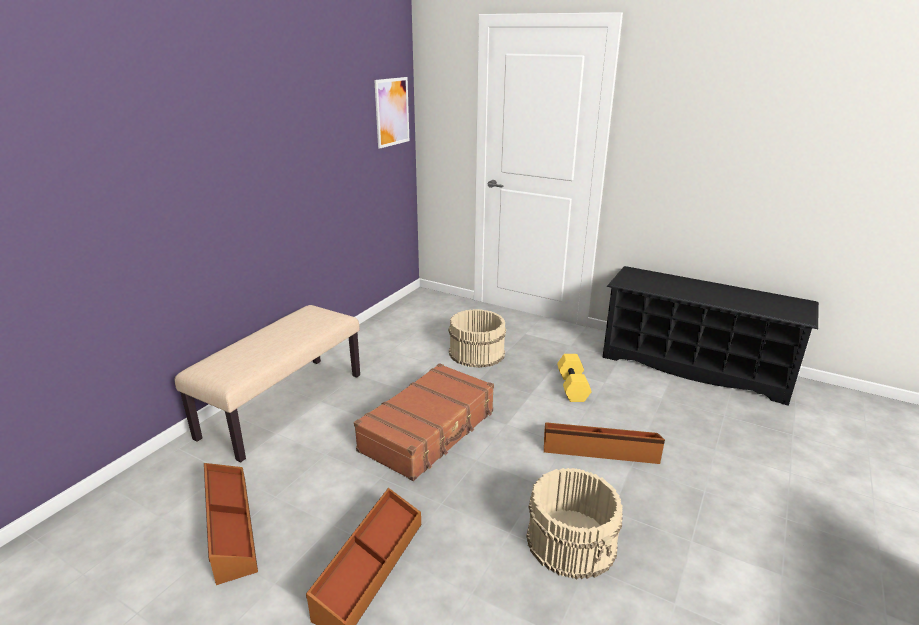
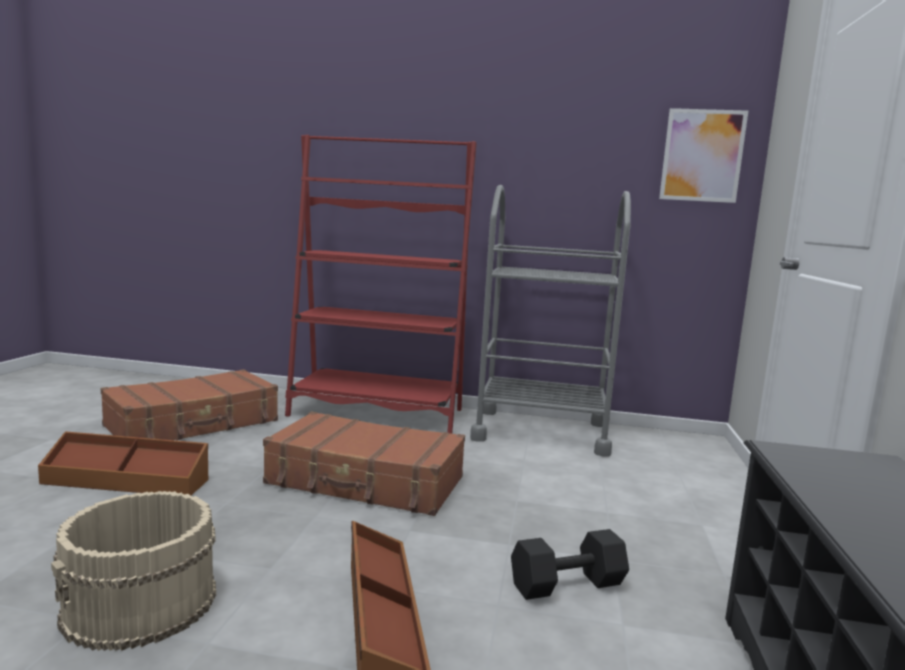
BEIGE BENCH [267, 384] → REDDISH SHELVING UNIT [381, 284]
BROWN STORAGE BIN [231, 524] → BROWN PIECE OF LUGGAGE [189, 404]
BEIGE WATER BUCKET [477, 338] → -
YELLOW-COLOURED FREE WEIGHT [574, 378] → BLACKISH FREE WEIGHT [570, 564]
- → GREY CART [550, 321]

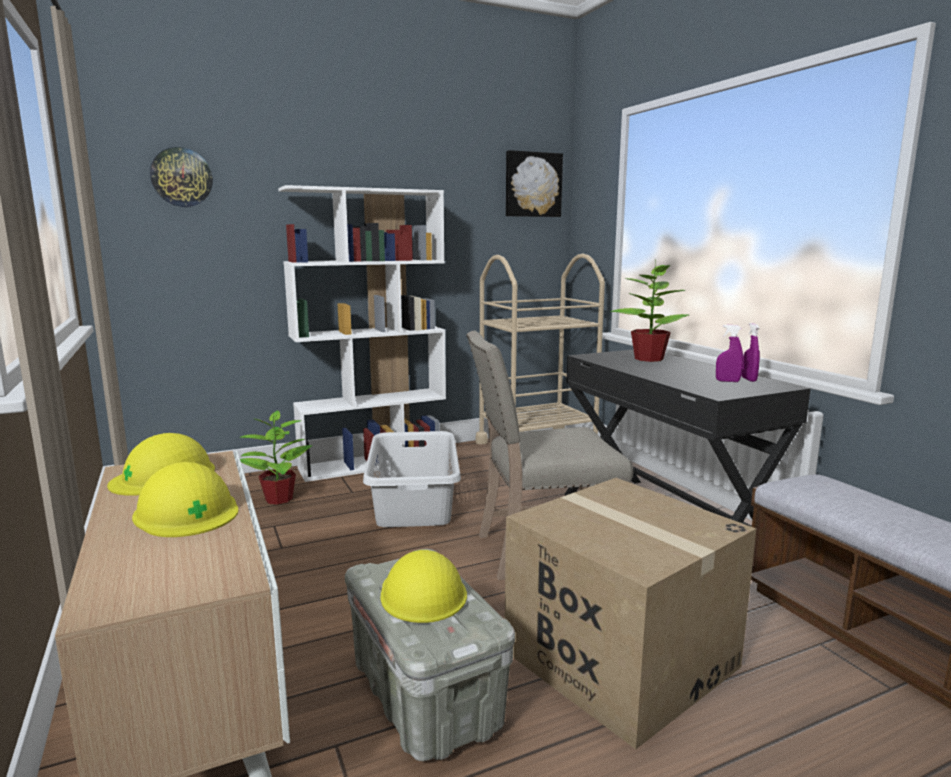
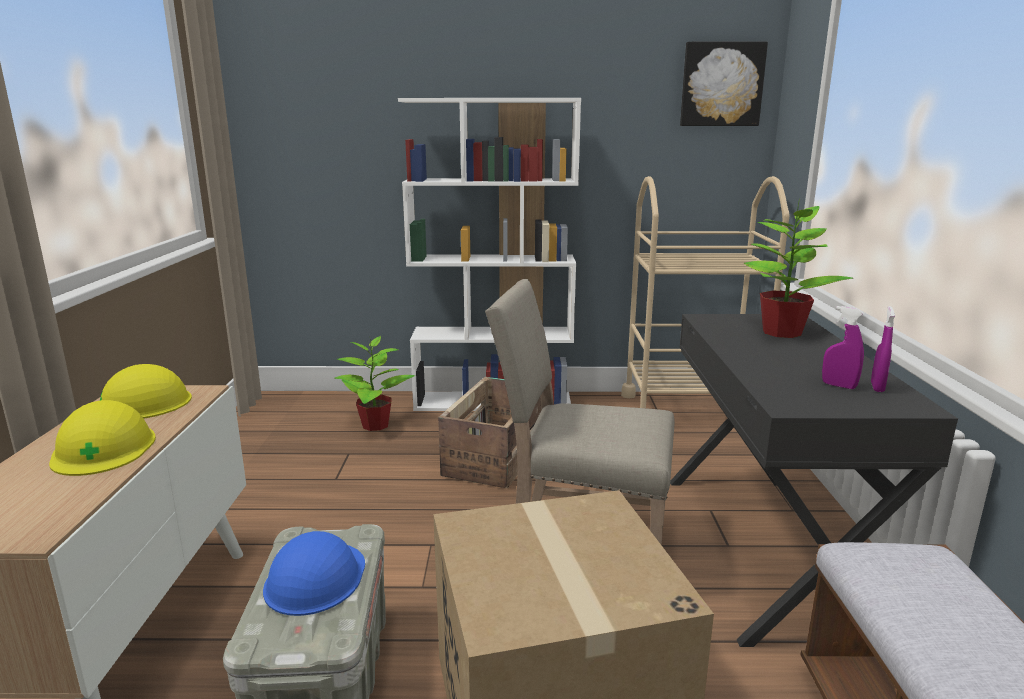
WALL CLOCK [181, 177] → -
GREY WASHING BASKET [412, 479] → PACKING CRATE [489, 433]
YELLOW-COLOURED WORK HELMET [424, 586] → BLUISH WORK HELMET [314, 573]

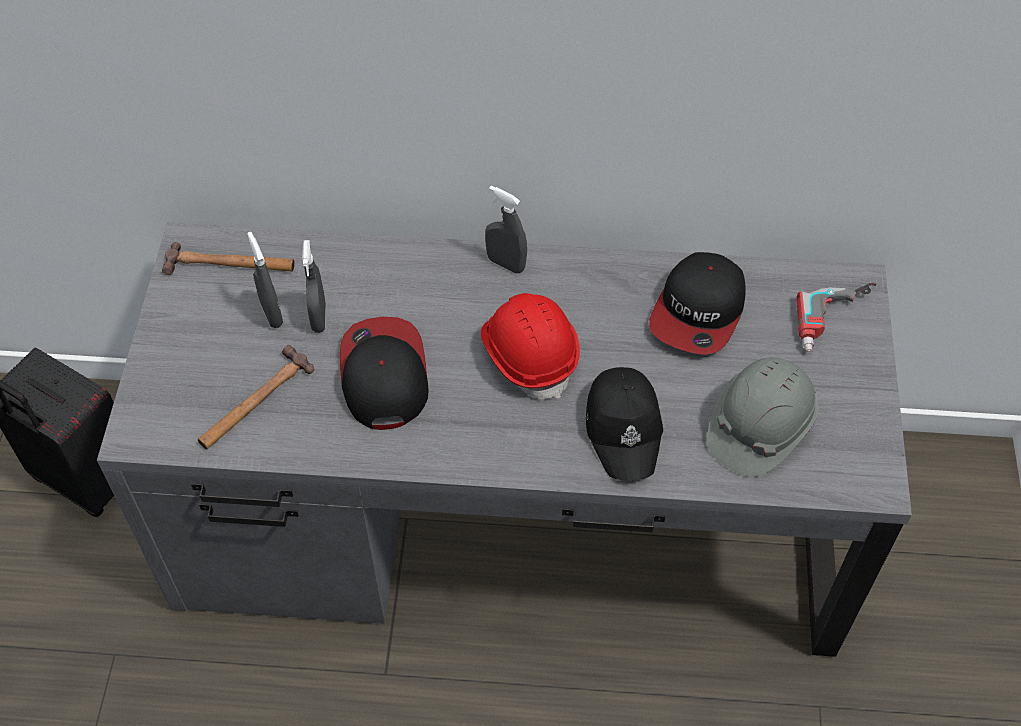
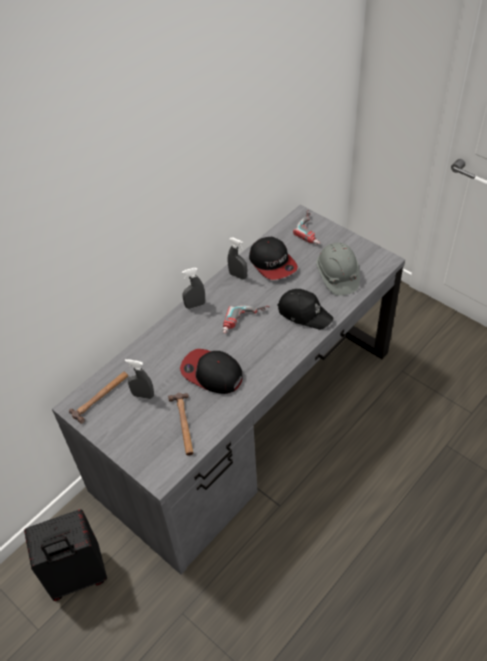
GREY SPRAYER [314, 286] → GREY SPRAYER [237, 258], move
REDDISH WORK HELMET [530, 346] → DRILL [246, 319]

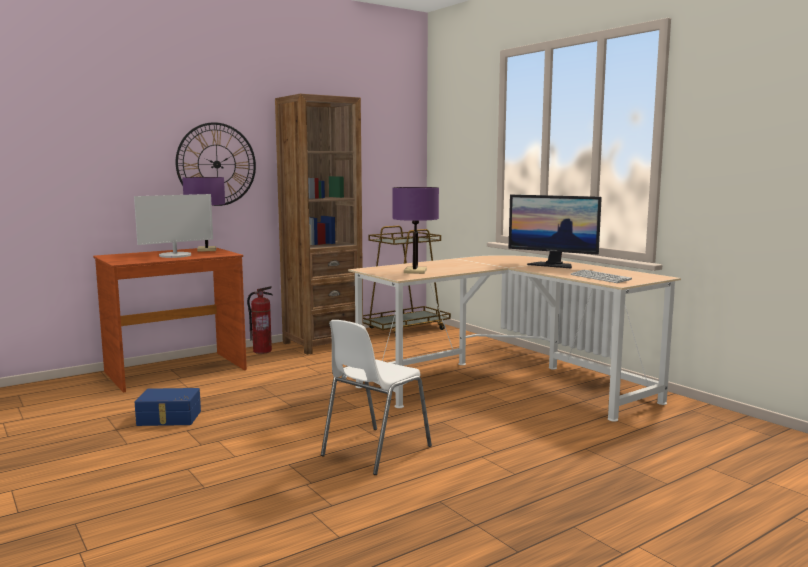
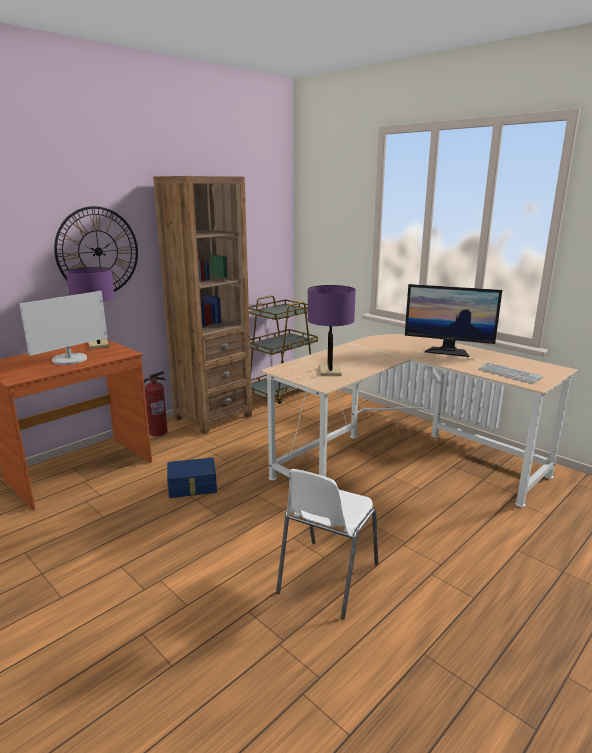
BLUISH STORAGE BIN [168, 407] → BLUISH STORAGE BIN [192, 477], move

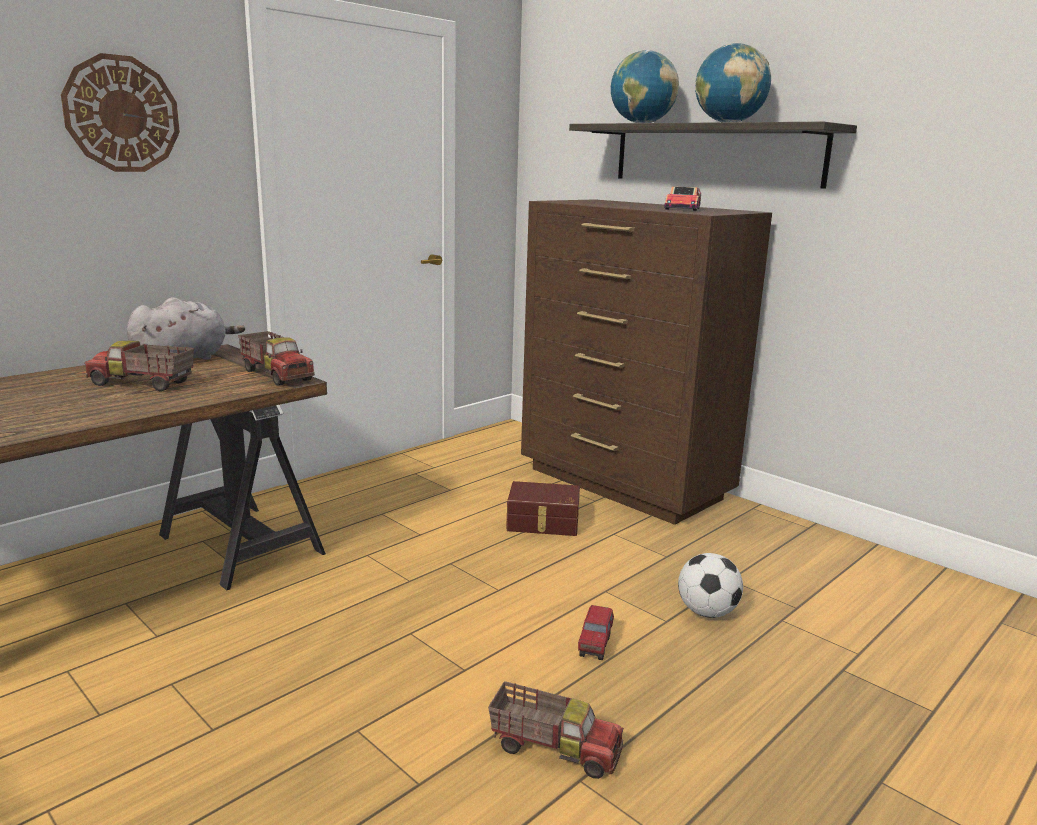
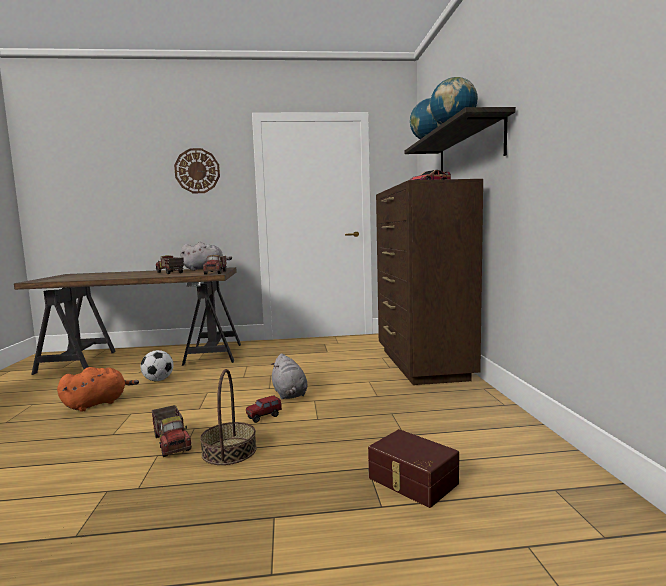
BROWN STORAGE BIN [543, 508] → BROWN STORAGE BIN [413, 468], move
FOOTBALL [710, 585] → FOOTBALL [157, 365], move
- → ORANGE-COLOURED SOFT TOY [98, 389]
- → STORAGE BASKET [228, 417]
- → GREY SOFT TOY [289, 376]

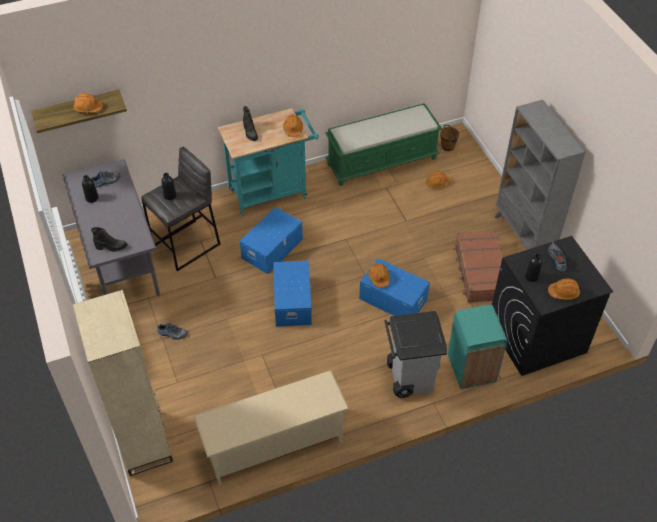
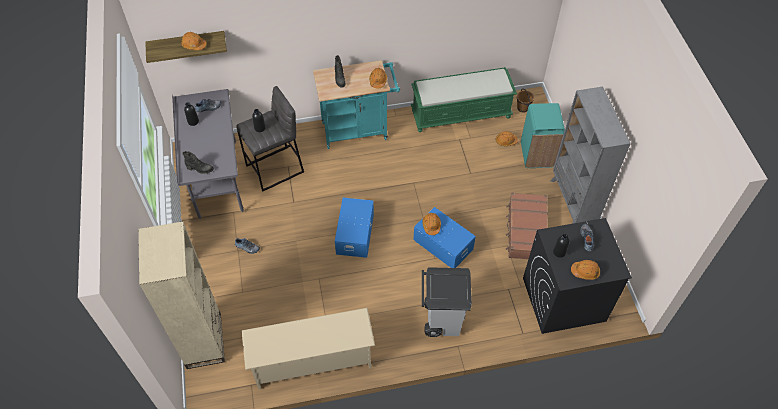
BLUISH STORAGE BIN [271, 240] → -
TURQUOISE RUBBISH BIN [477, 347] → TURQUOISE RUBBISH BIN [543, 135], move

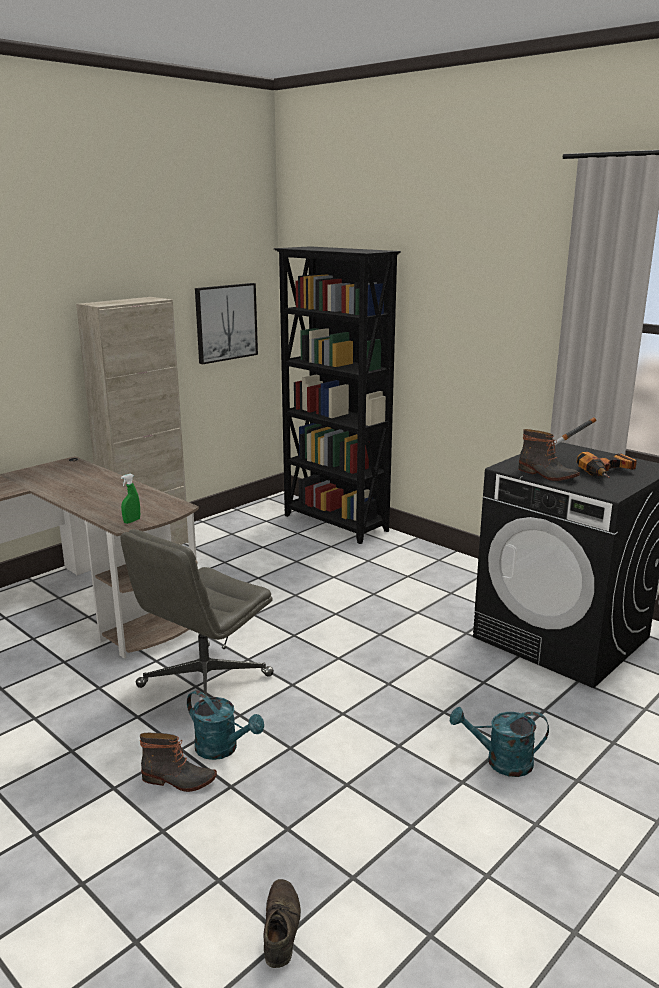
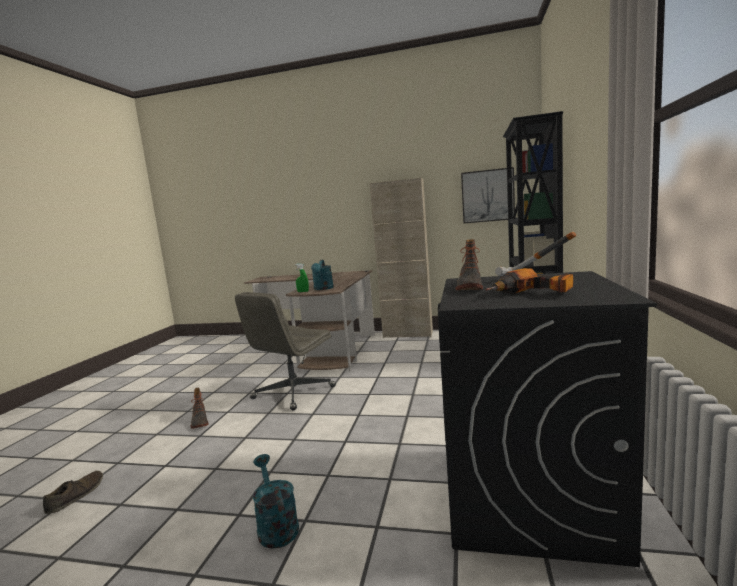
GREY DESK CHAIR [197, 612] → GREY DESK CHAIR [285, 351], 60 degrees counterclockwise
TURQUOISE WATERING CAN [225, 725] → TURQUOISE WATERING CAN [322, 275], move
BROWN SHOE [282, 923] → BROWN SHOE [73, 492], 45 degrees counterclockwise

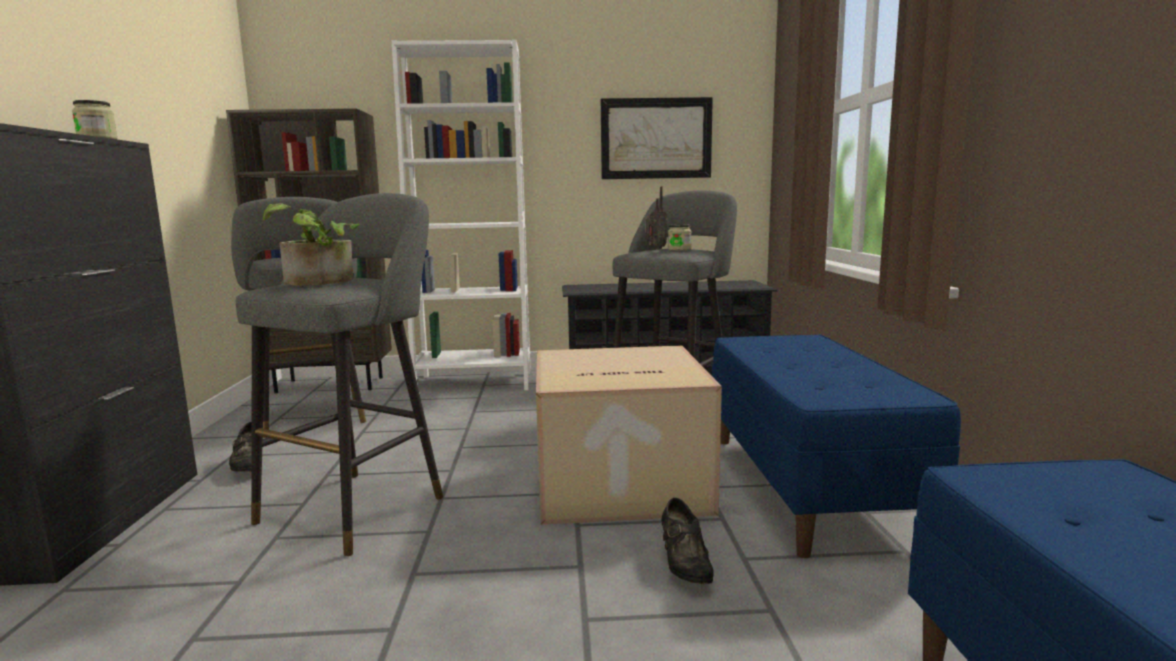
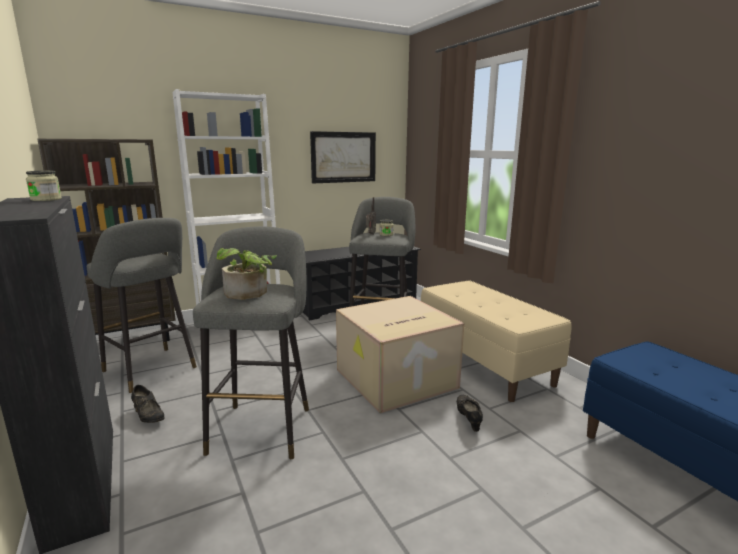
BLACKISH SHOE [687, 541] → BLACKISH SHOE [470, 413], 150 degrees counterclockwise
BLUISH BENCH [836, 446] → BEIGE BENCH [496, 341]

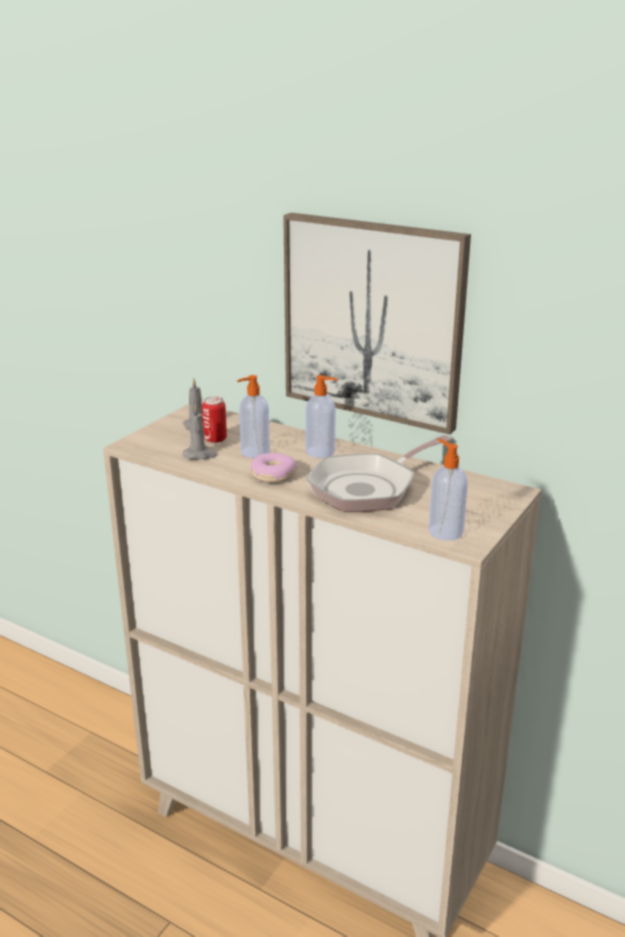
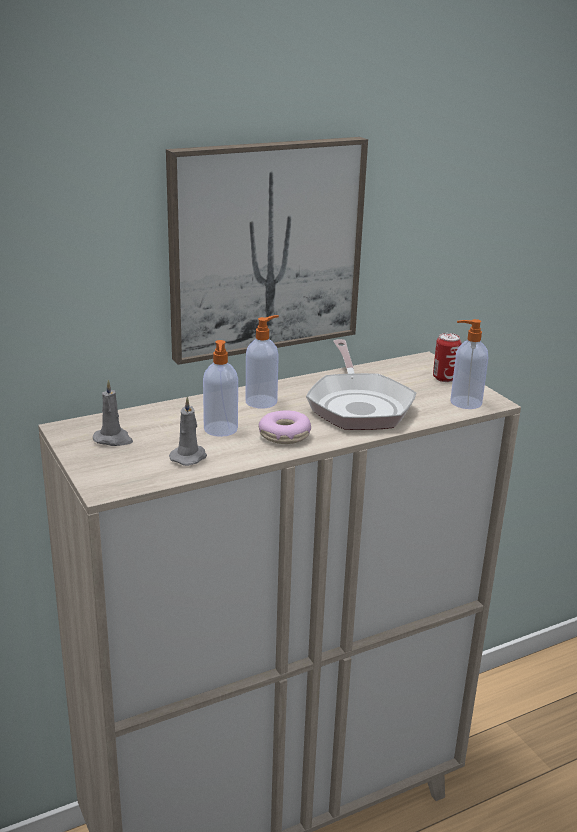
SEALED CAN [214, 419] → SEALED CAN [447, 357], move

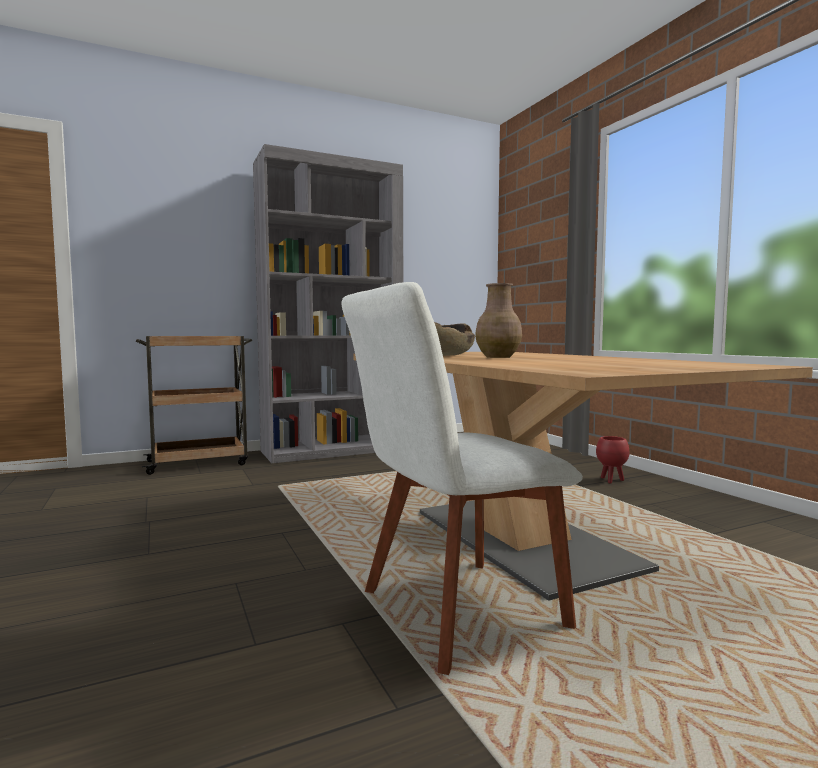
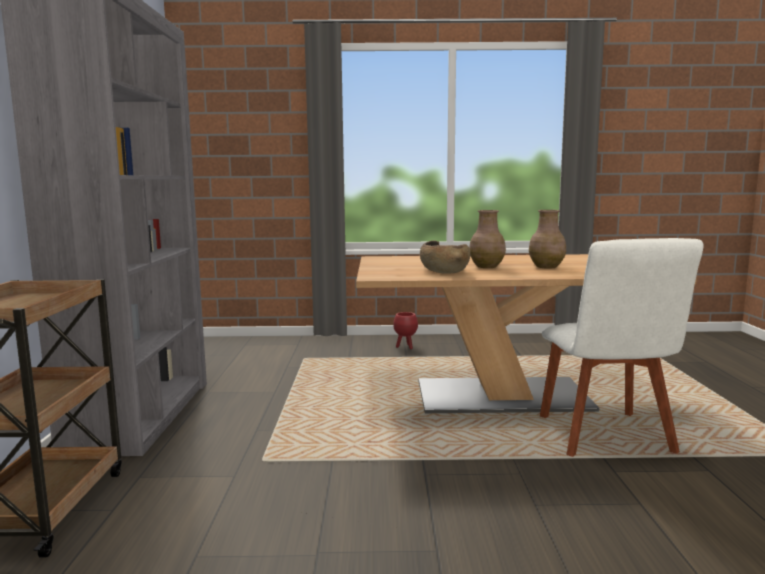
- → BROWN DECORATIVE VASE [547, 239]

